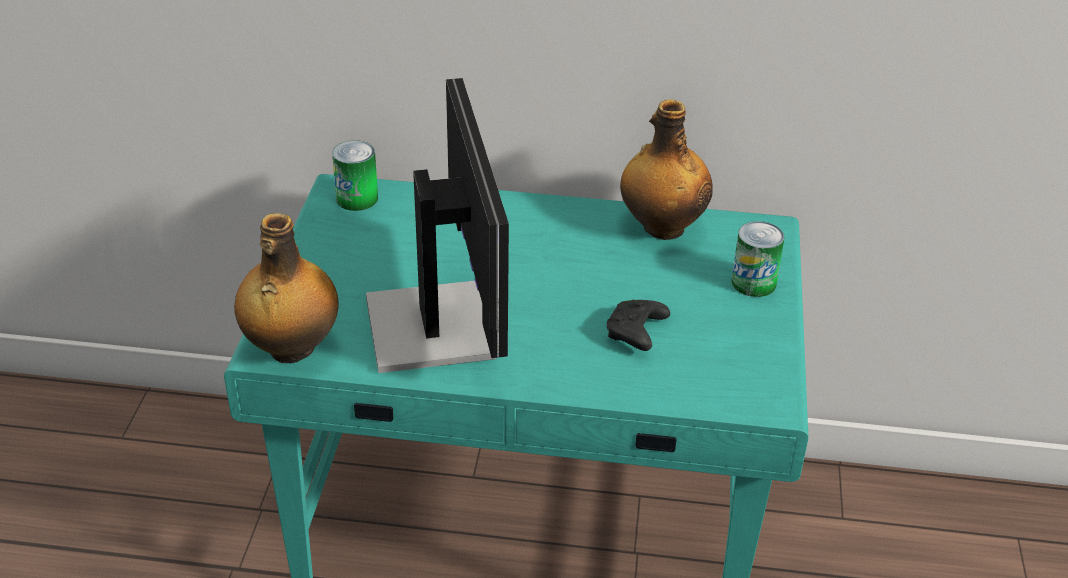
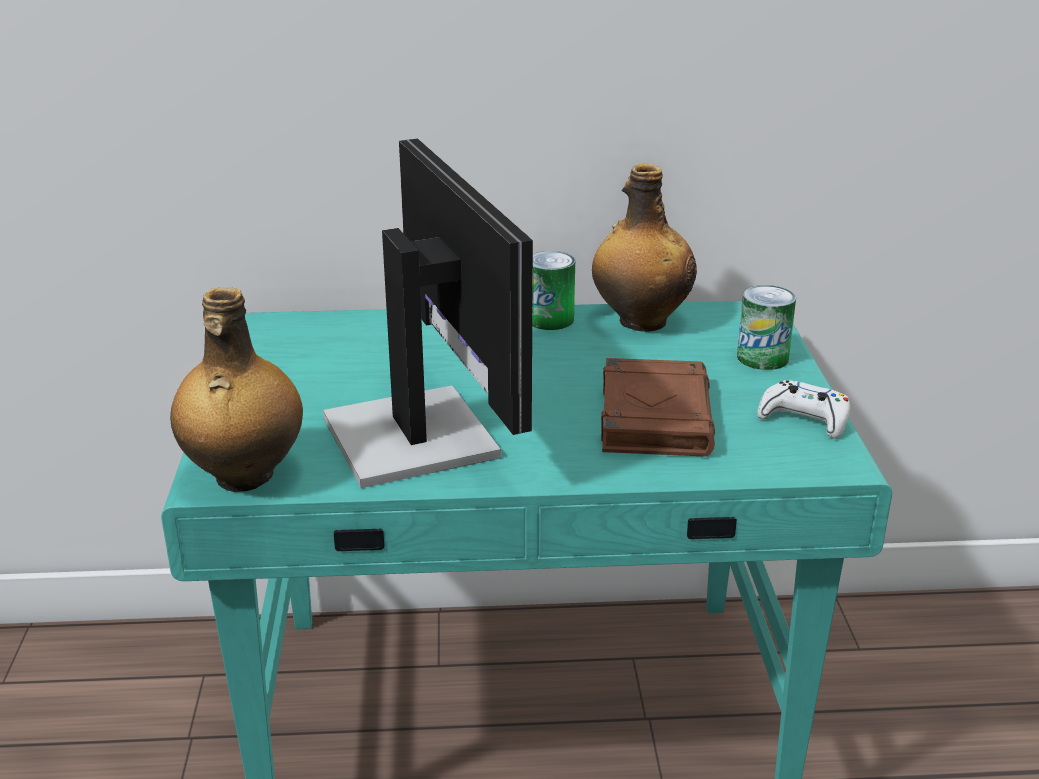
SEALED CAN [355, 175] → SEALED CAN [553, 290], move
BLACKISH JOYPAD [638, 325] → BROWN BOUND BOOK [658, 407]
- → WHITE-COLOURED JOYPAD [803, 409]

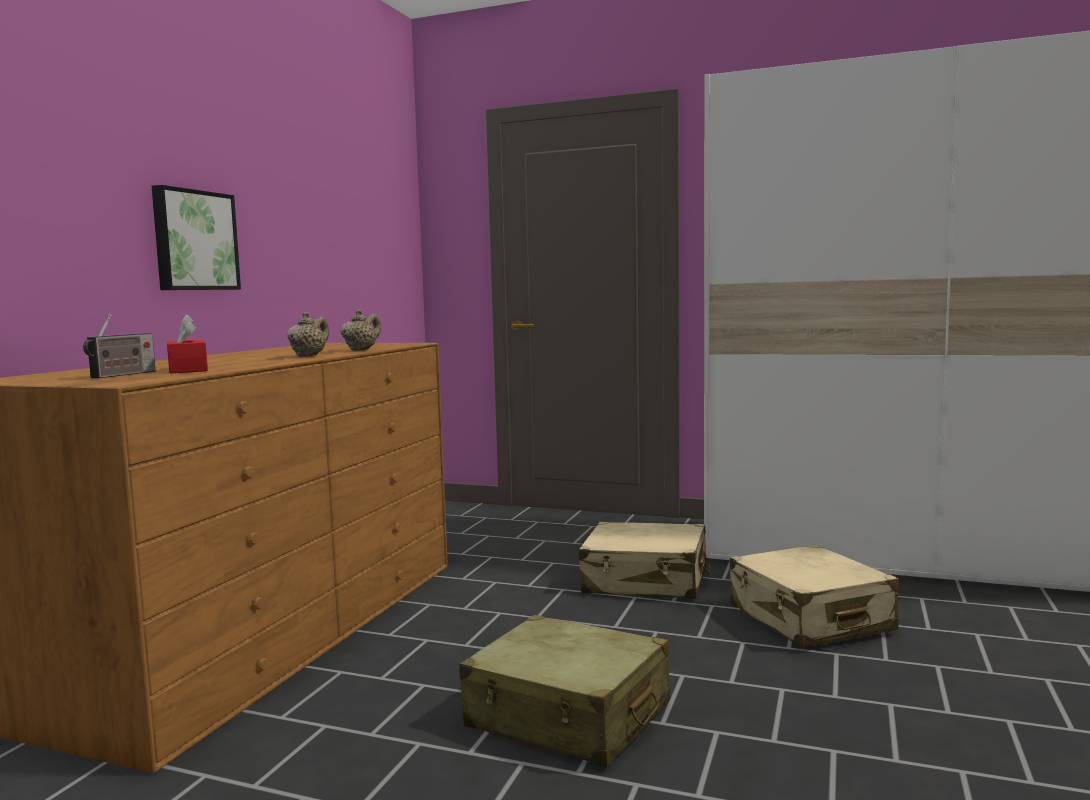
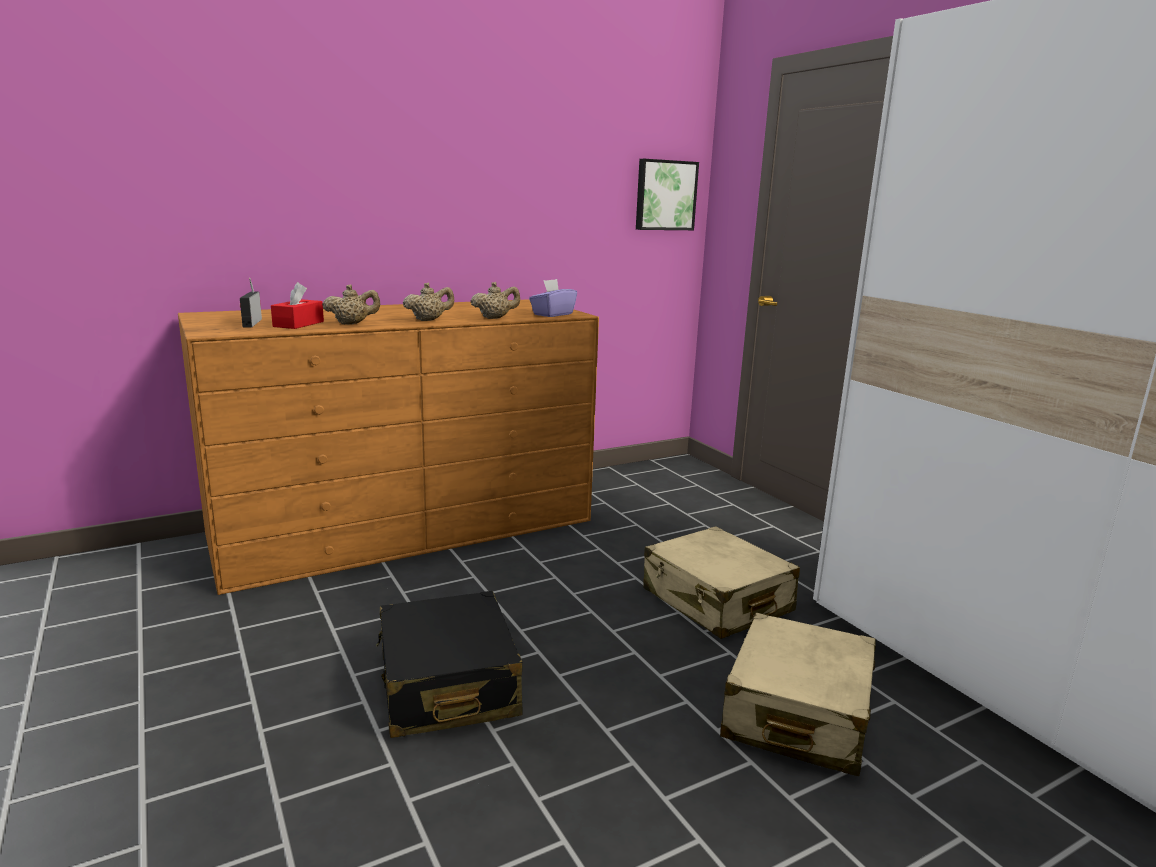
RADIO RECEIVER [119, 346] → RADIO RECEIVER [251, 303], 105 degrees clockwise
PICTURE [196, 237] → PICTURE [667, 194], move
BEIGE PIECE OF LUGGAGE [564, 691] → BLACKISH PIECE OF LUGGAGE [449, 664]
- → BEIGE POT FOR TEA [351, 304]
- → PURPLISH BOX OF TISSUES [553, 298]

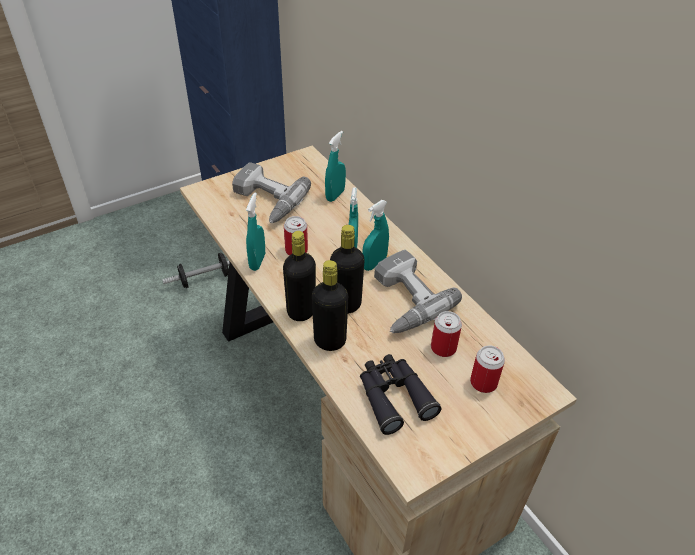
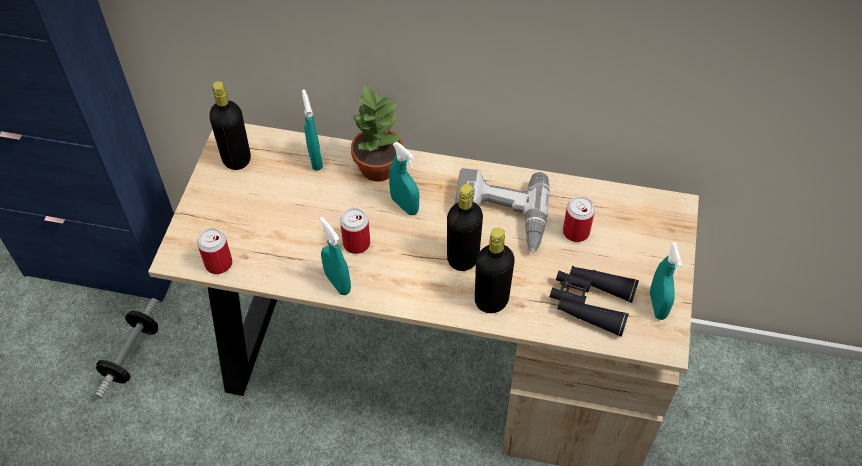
DRILL [271, 192] → -
BLACKISH DRINK BOTTLE [299, 276] → BLACKISH DRINK BOTTLE [230, 125], move
TURQUOISE SPRAYER [375, 235] → TURQUOISE SPRAYER [666, 281], move
SEALED CAN [487, 369] → SEALED CAN [214, 251], move
- → PLANT IN A POT [377, 132]

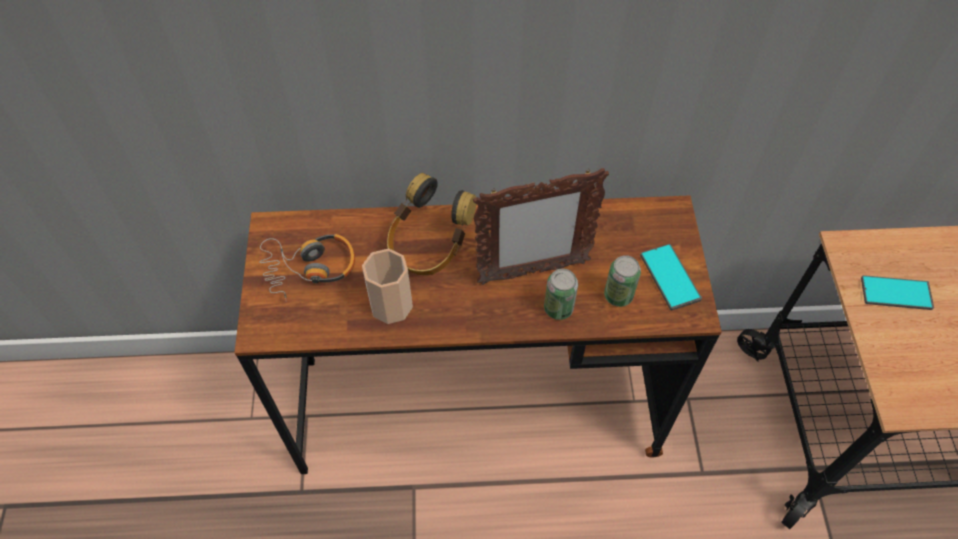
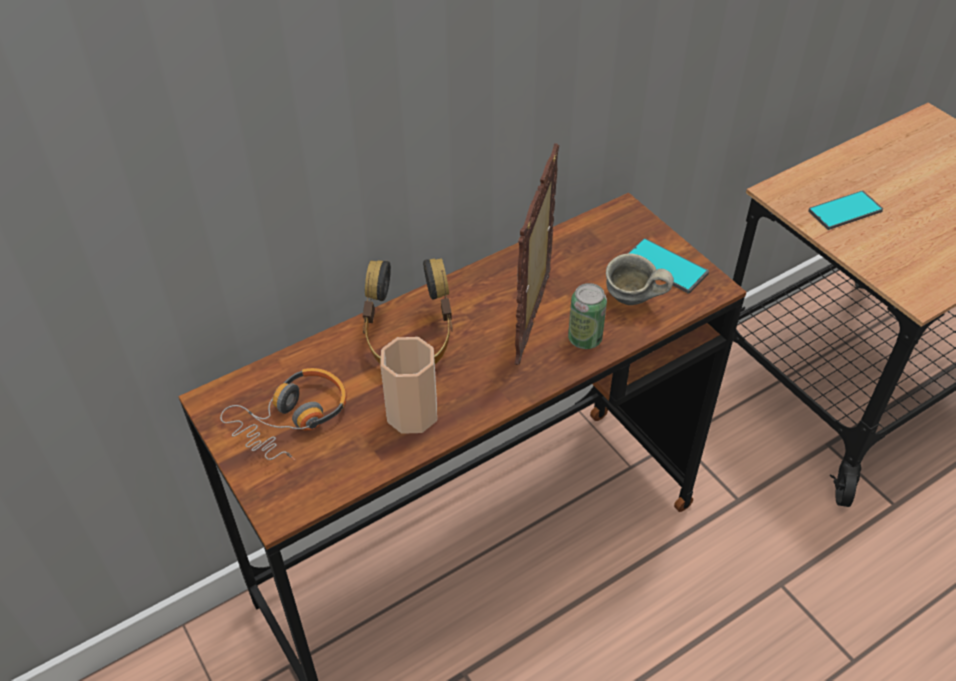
PHOTO FRAME [541, 226] → PHOTO FRAME [537, 254], 150 degrees clockwise
SEALED CAN [622, 281] → GREY MUG [640, 279]

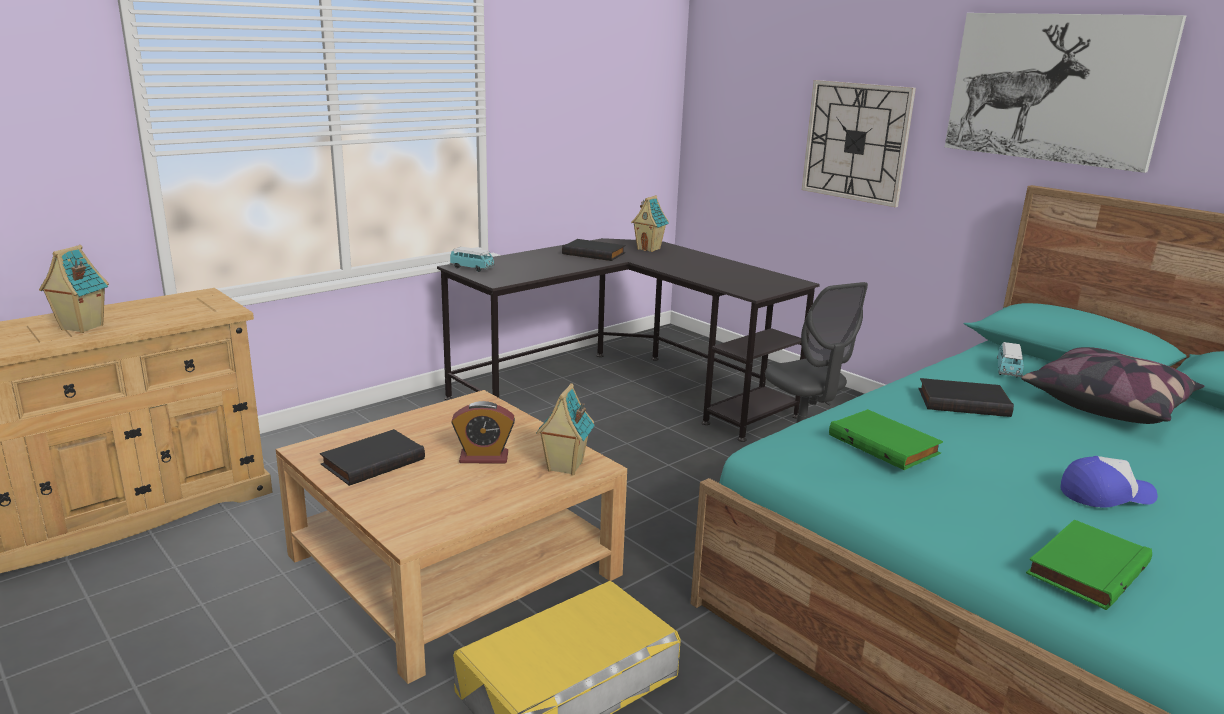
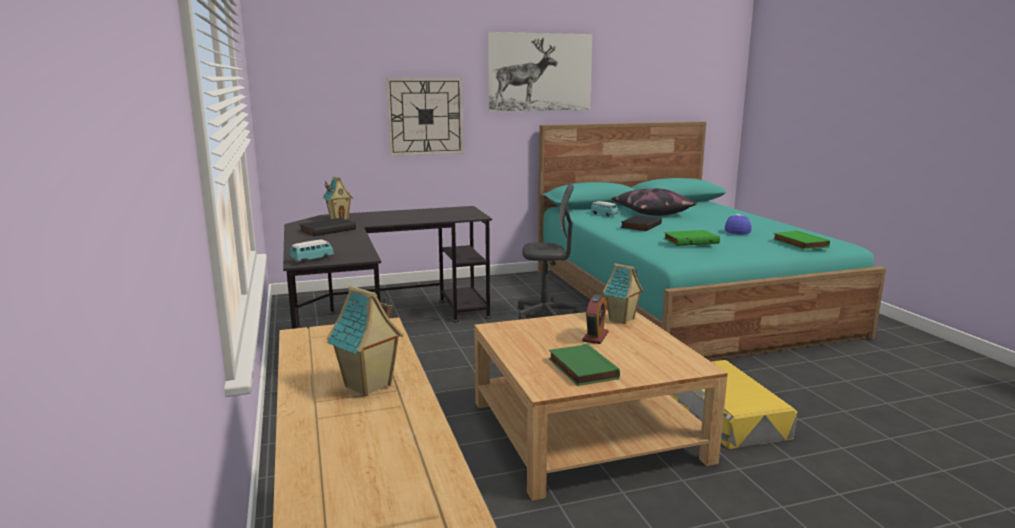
BLACKISH BOUND BOOK [372, 457] → GREENISH BOUND BOOK [584, 365]

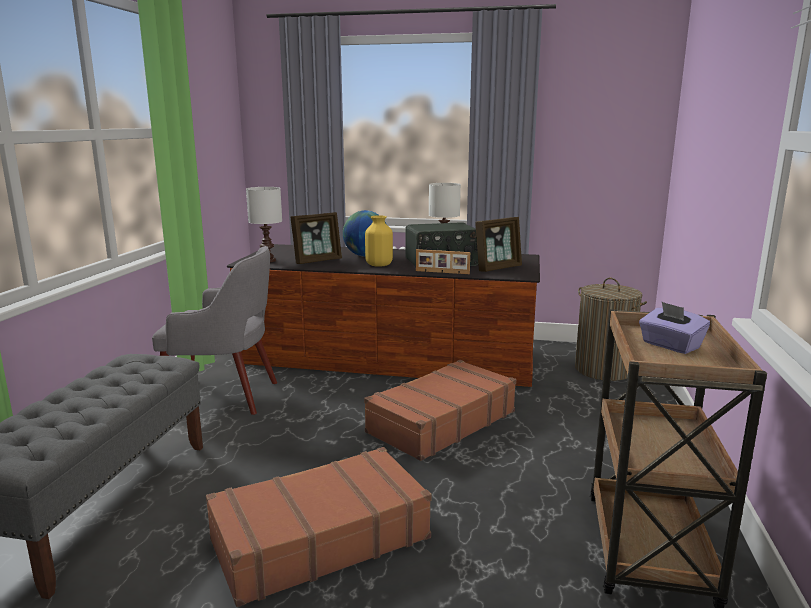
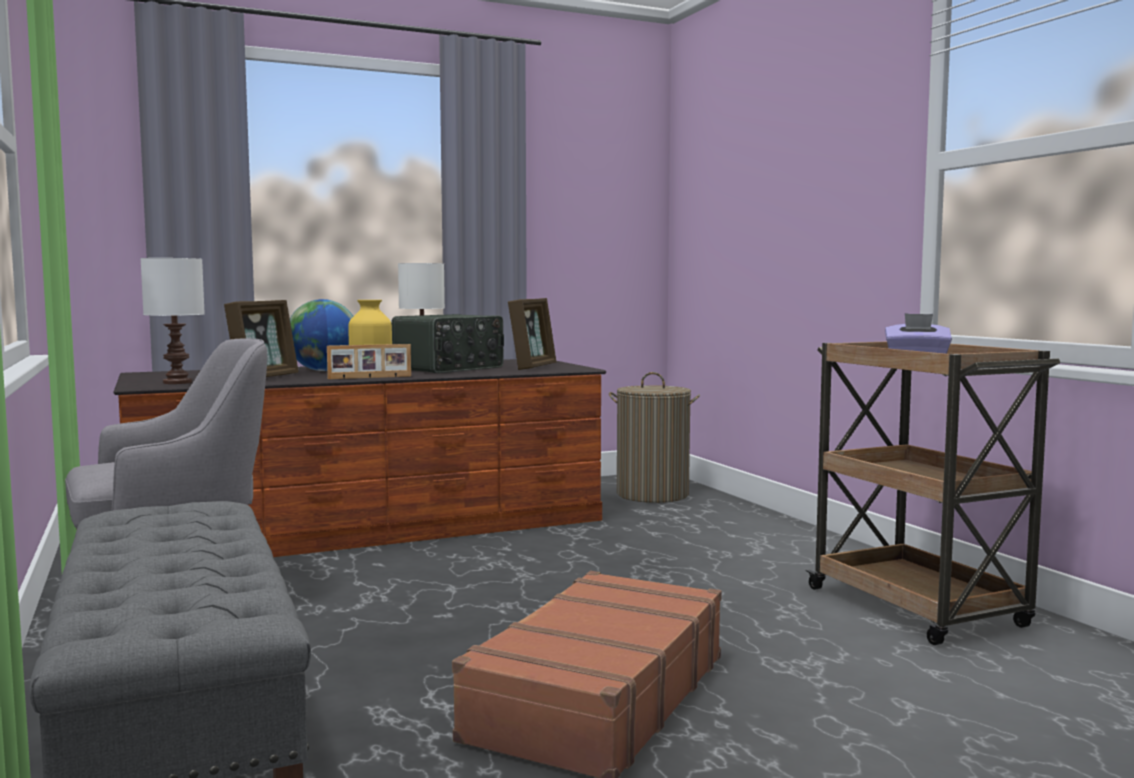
BROWN PIECE OF LUGGAGE [440, 410] → -
PHOTO FRAME [443, 261] → PHOTO FRAME [369, 361], move

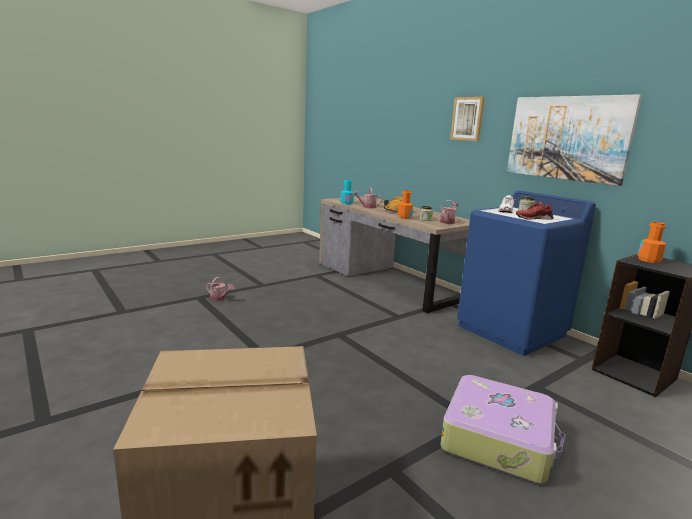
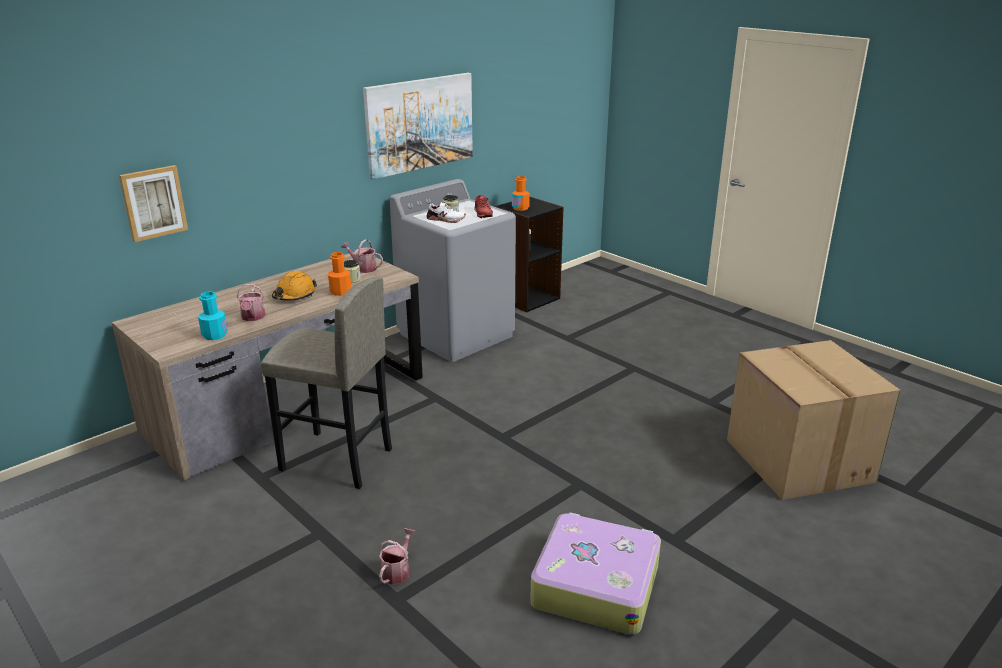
PIECE OF LUGGAGE [502, 429] → PIECE OF LUGGAGE [595, 573], move
PICTURE [467, 119] → PICTURE [153, 203], move
BLUISH WASHING MACHINE [526, 273] → GREY WASHING MACHINE [453, 270]
- → GREY SITTING STOOL [326, 383]

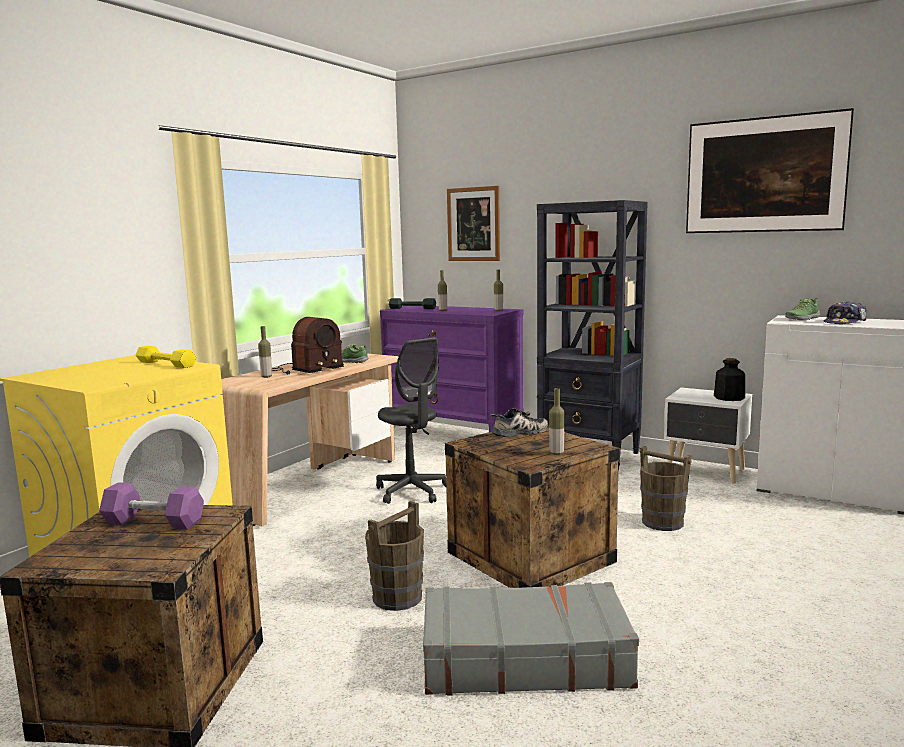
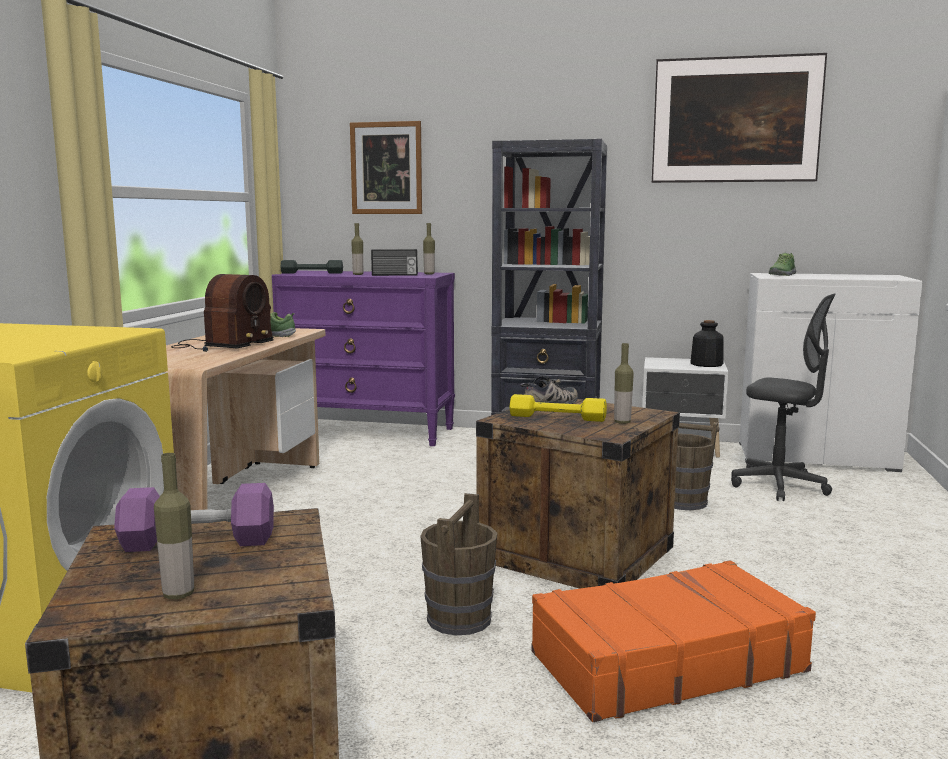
YELLOW-COLOURED FREE WEIGHT [166, 357] → YELLOW-COLOURED FREE WEIGHT [558, 408], move
DRINK BOTTLE [265, 352] → DRINK BOTTLE [174, 526], move
GREY DESK CHAIR [411, 420] → GREY DESK CHAIR [783, 397], move
GREY PIECE OF LUGGAGE [531, 638] → ORANGE-COLOURED PIECE OF LUGGAGE [673, 641]
CAP [845, 312] → -
- → RADIO RECEIVER [394, 262]

